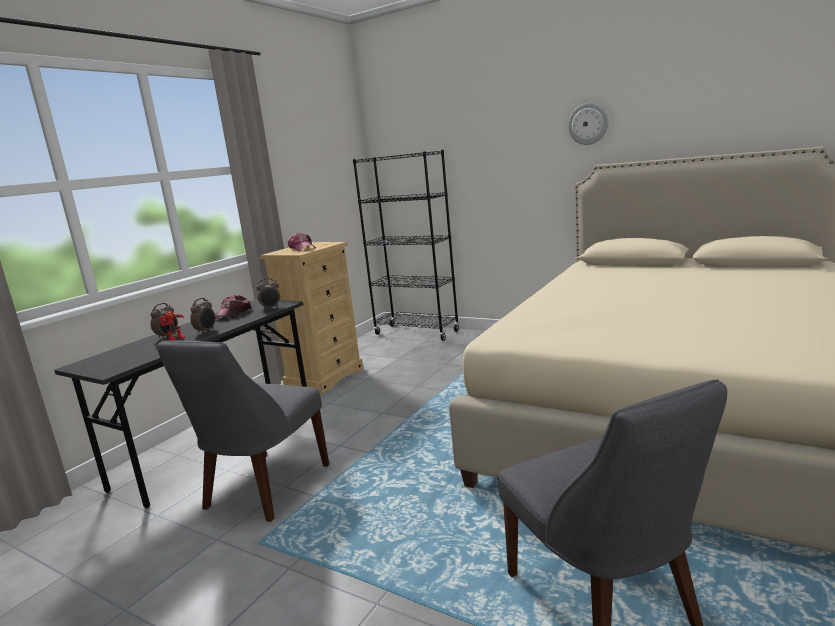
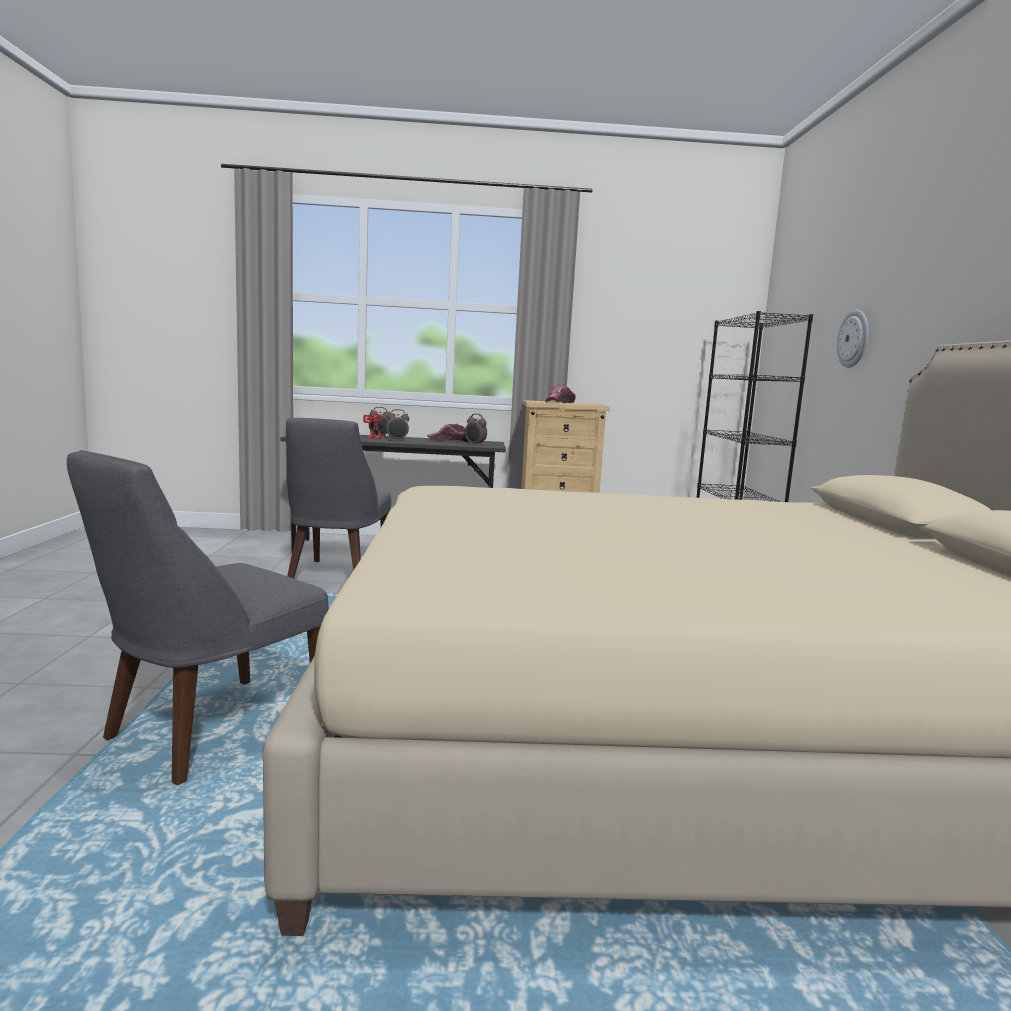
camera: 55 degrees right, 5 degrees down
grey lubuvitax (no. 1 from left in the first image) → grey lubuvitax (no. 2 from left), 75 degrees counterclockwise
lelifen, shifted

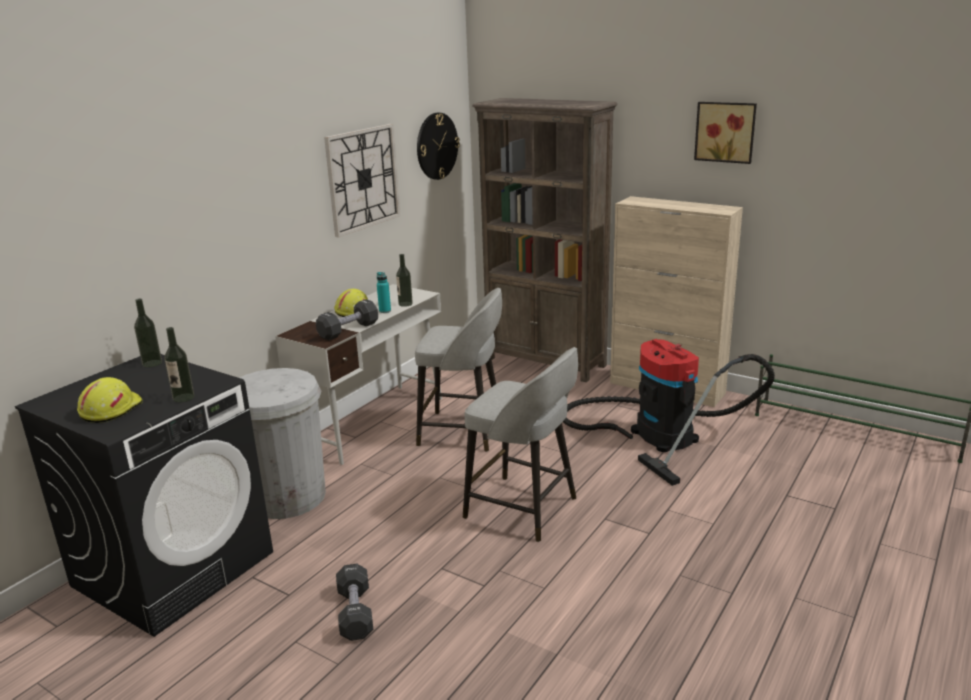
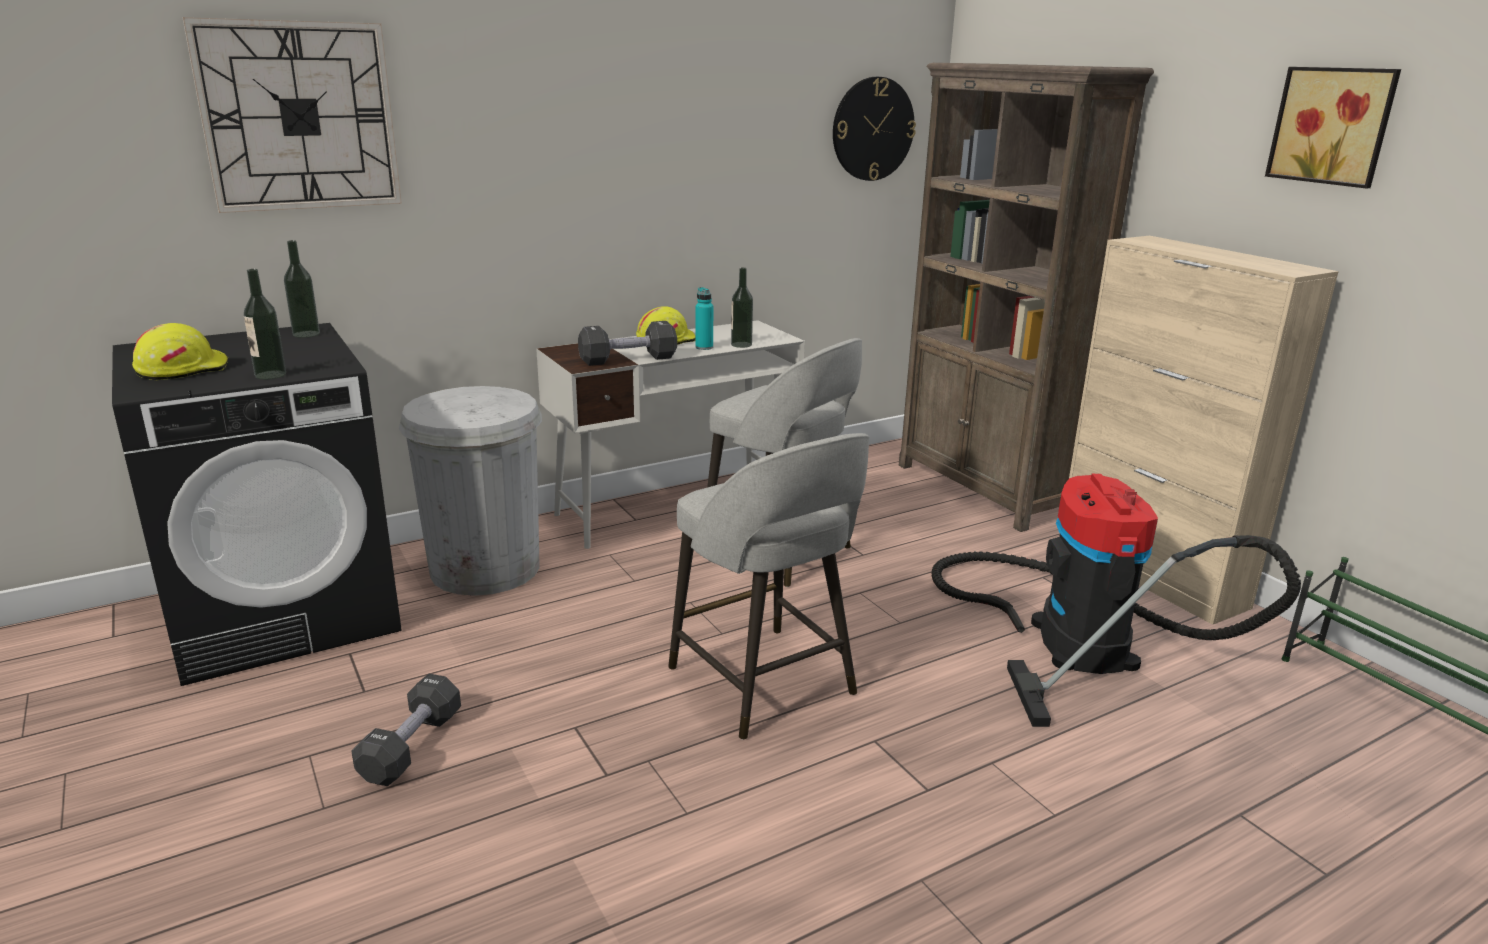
camera: 25 degrees right, 0 degrees up
lelifen (no. 1 from left), shifted

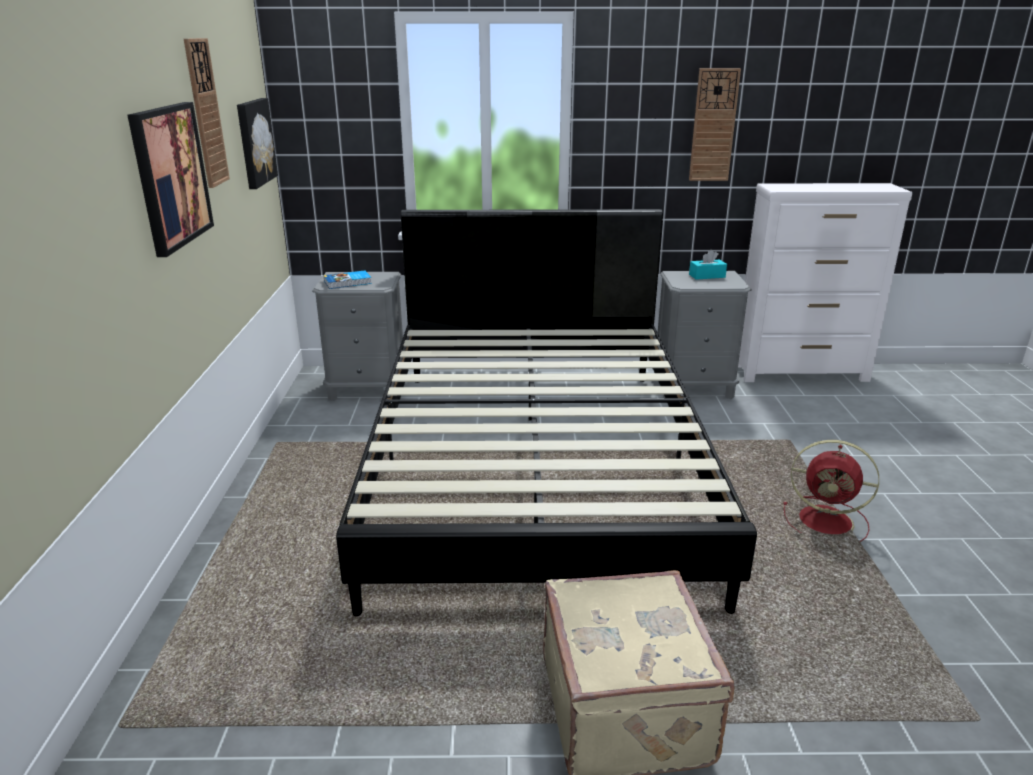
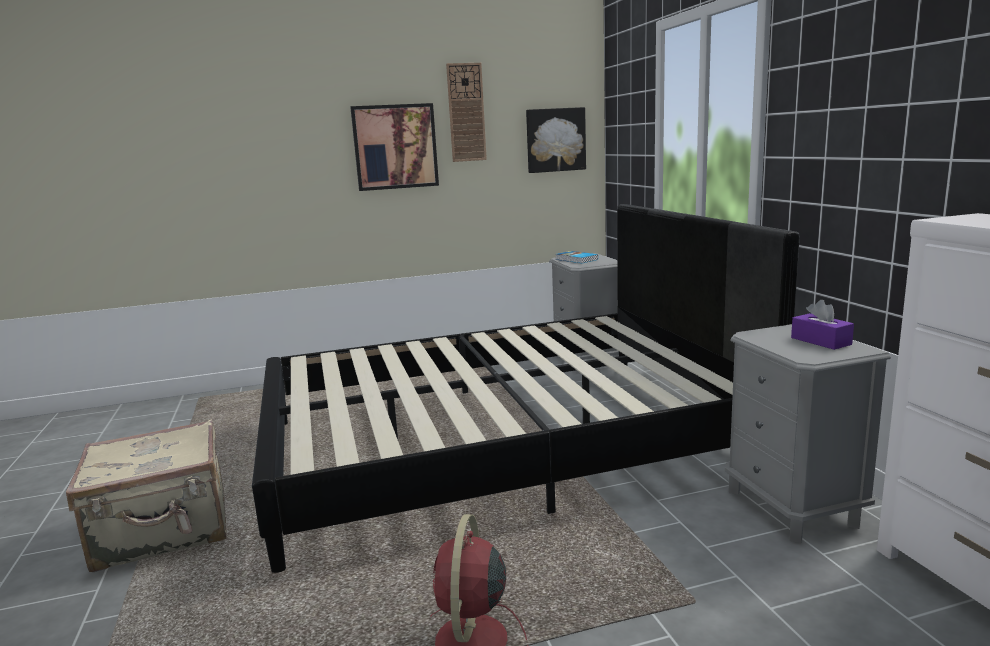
camera: 75 degrees right, 10 degrees down
lelifen (no. 2 from left) → -
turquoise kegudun → purple kegudun

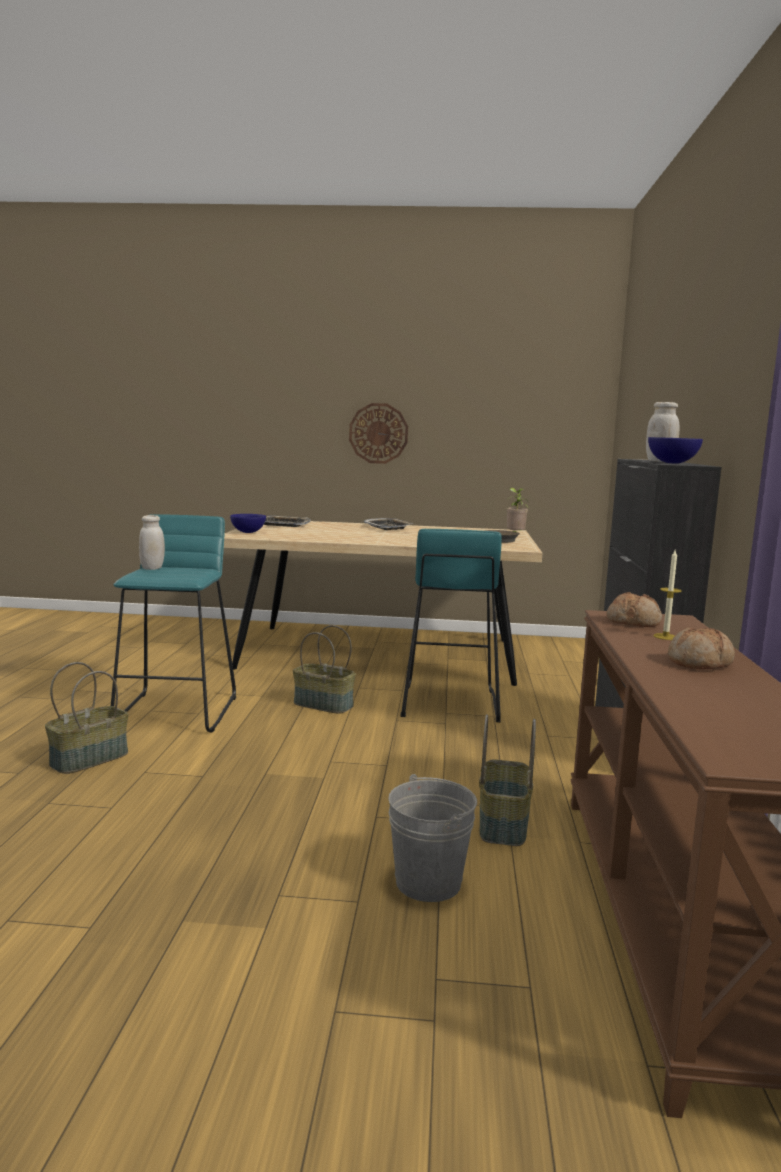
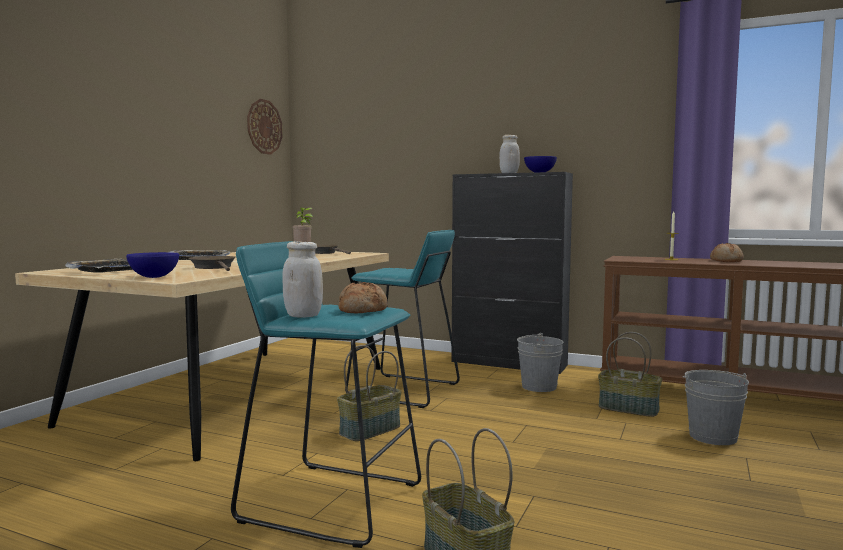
camera: 70 degrees left, 5 degrees down
lelifen, shifted
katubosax (no. 1 from left), shifted
- → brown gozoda (no. 1 from left)
- → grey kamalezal (no. 1 from left)

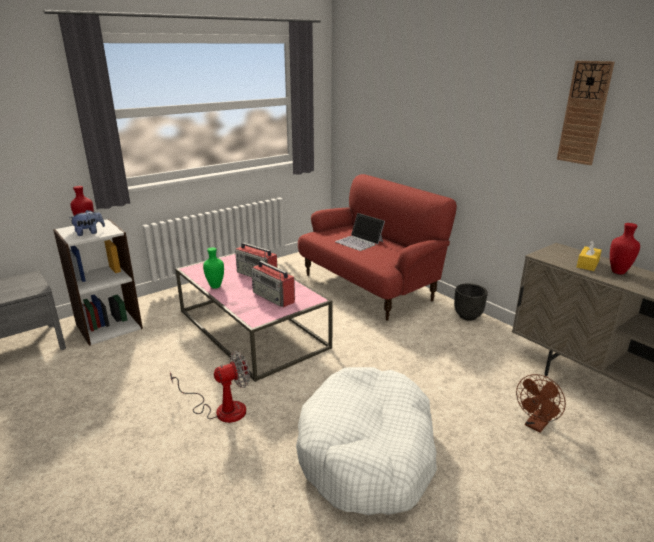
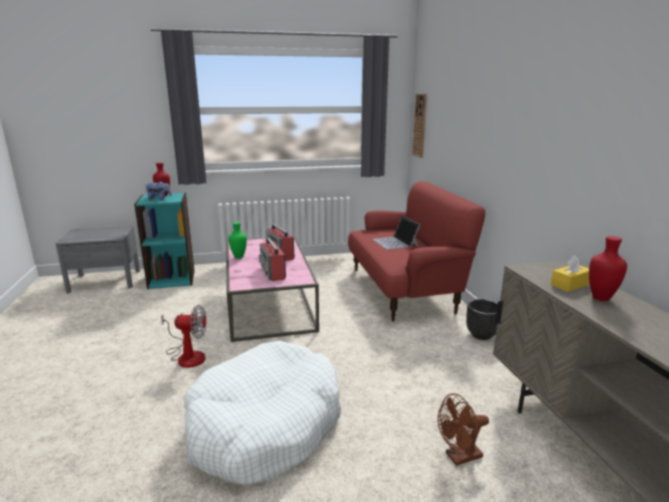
camera: 25 degrees right, 5 degrees down
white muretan → turquoise muretan
lelifen, shifted

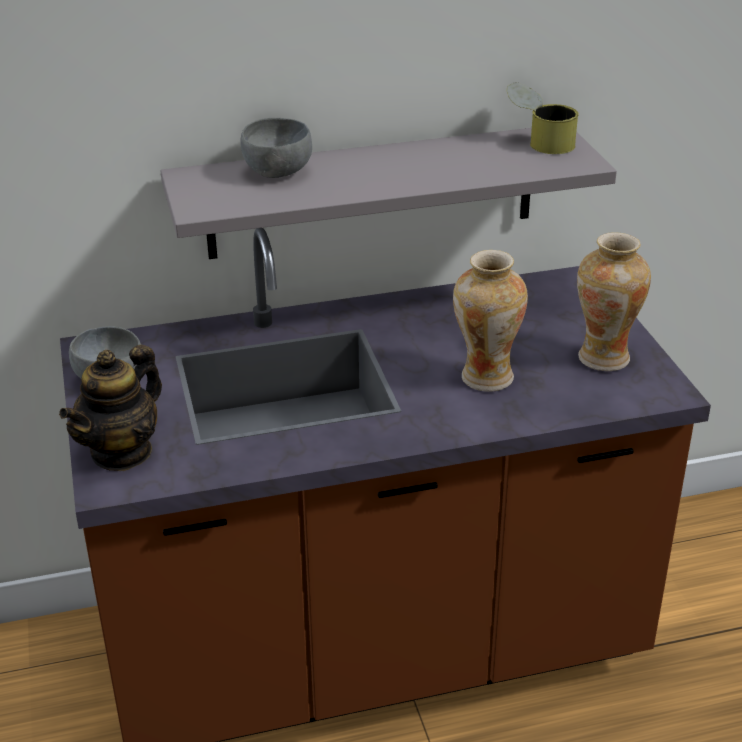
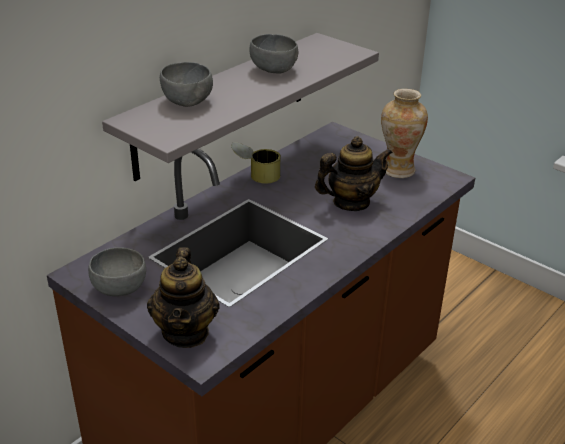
camera: 35 degrees left, 0 degrees up
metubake (no. 1 from left) → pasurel (no. 2 from left)
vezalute, shifted
- → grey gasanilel (no. 3 from left)

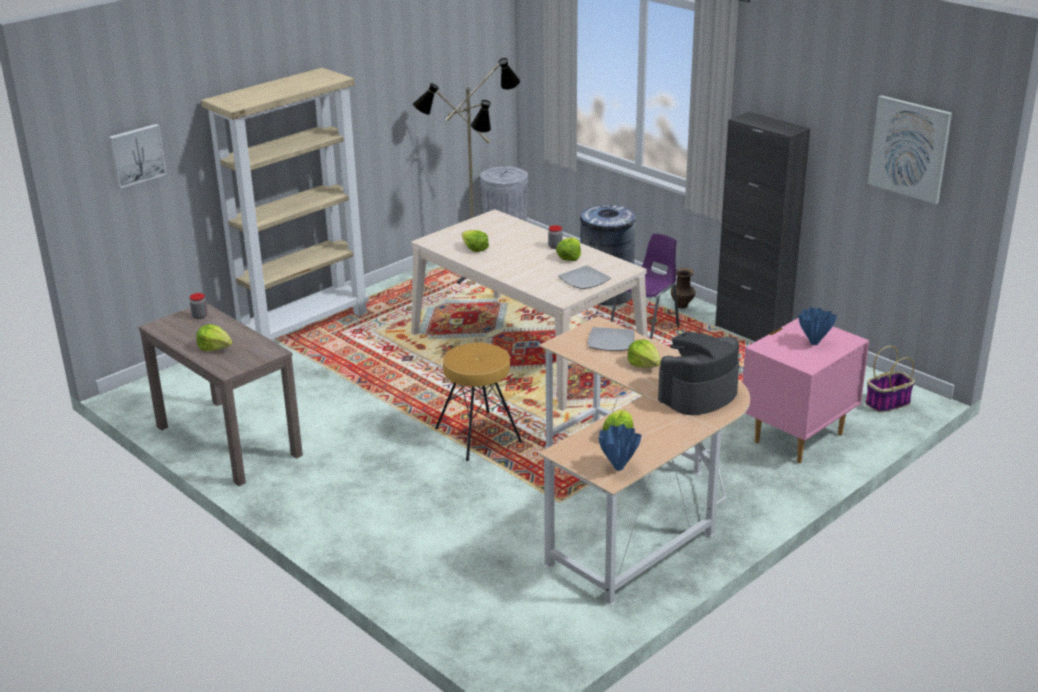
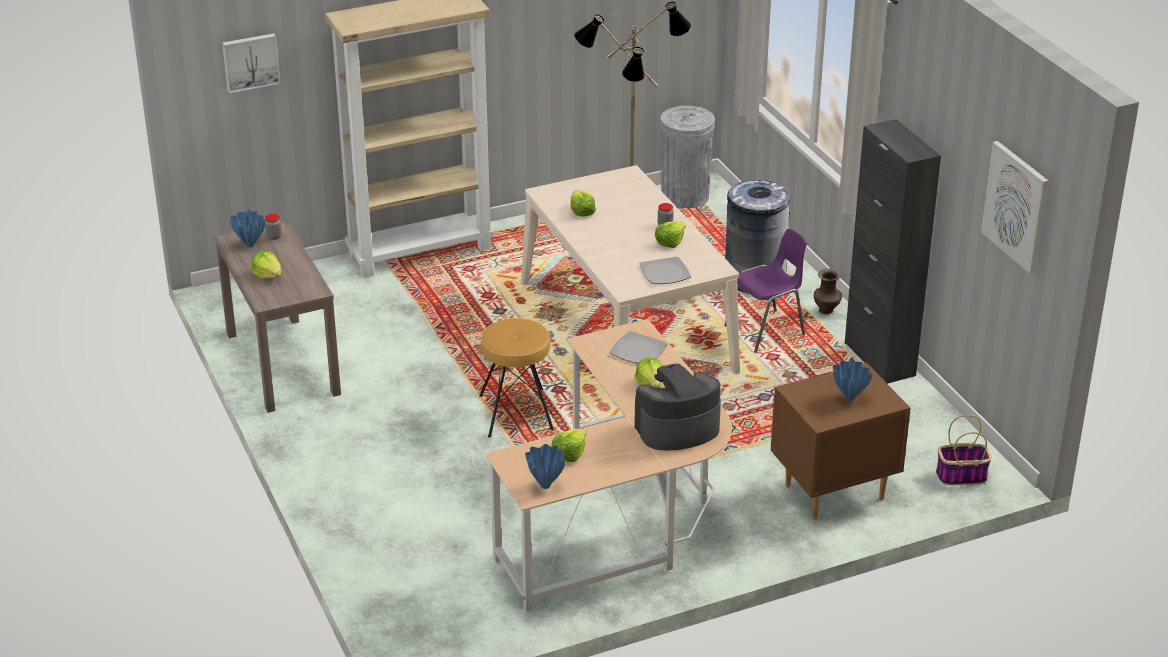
camera: 20 degrees right, 5 degrees up
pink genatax → brown genatax
- → blue metubake (no. 1 from left)

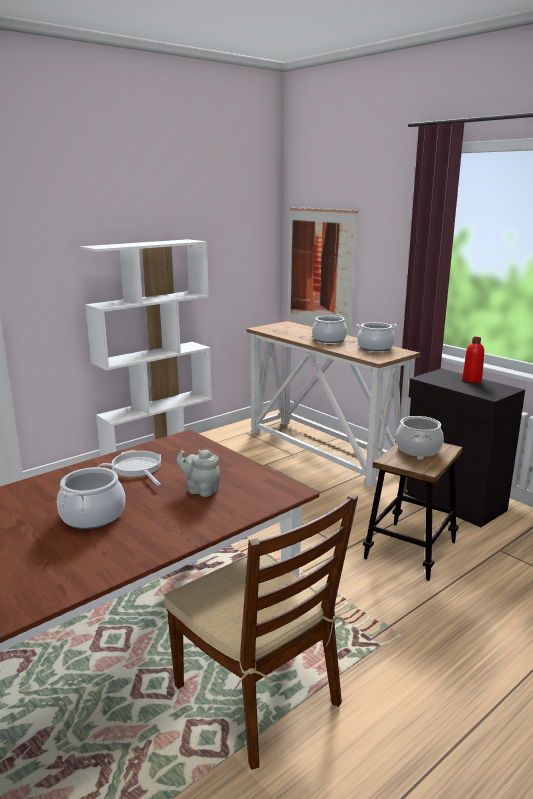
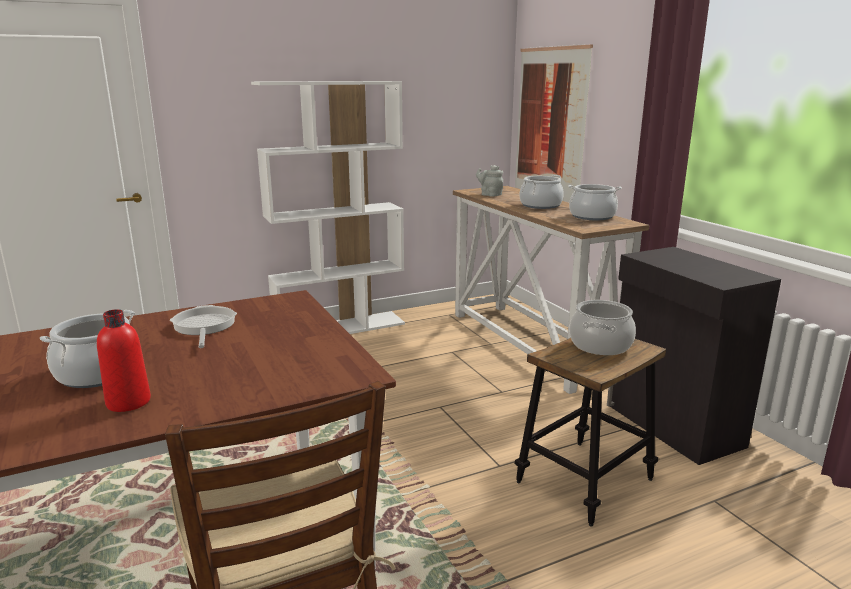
camera: 15 degrees right, 0 degrees up
grey pasurel, shifted
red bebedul, shifted

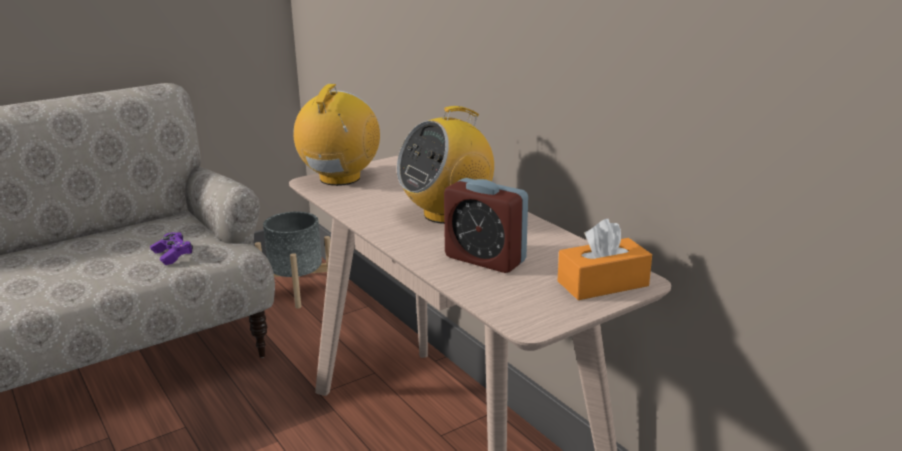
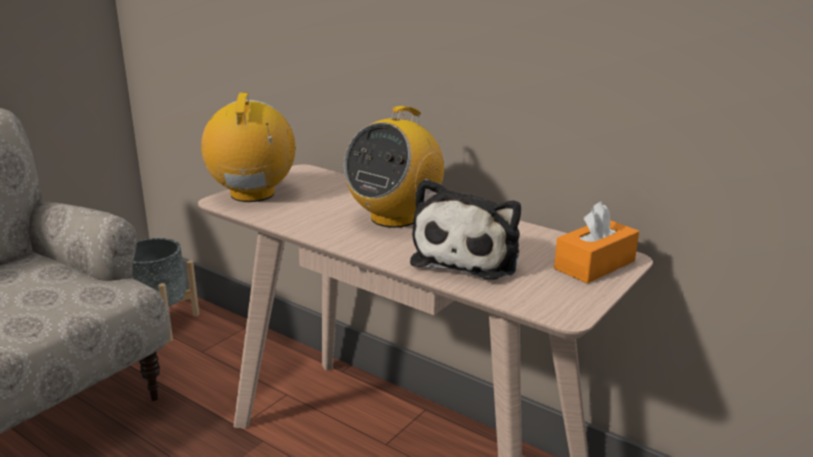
camera: 20 degrees left, 0 degrees up
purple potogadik → -
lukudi → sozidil

